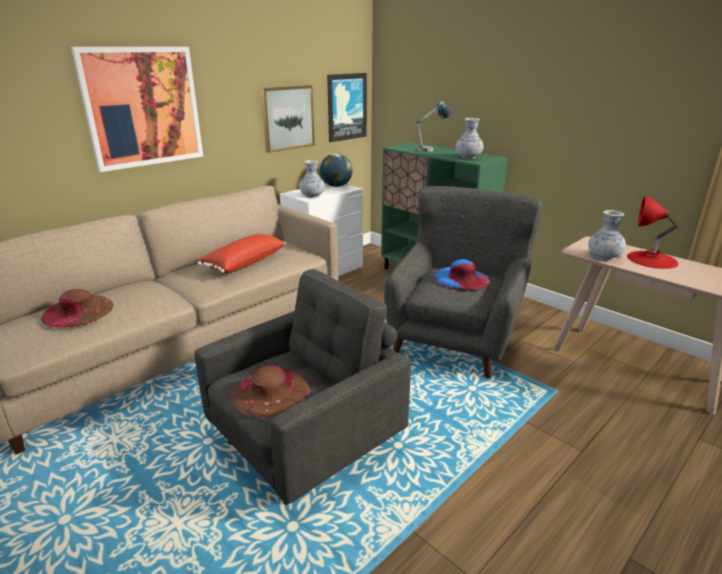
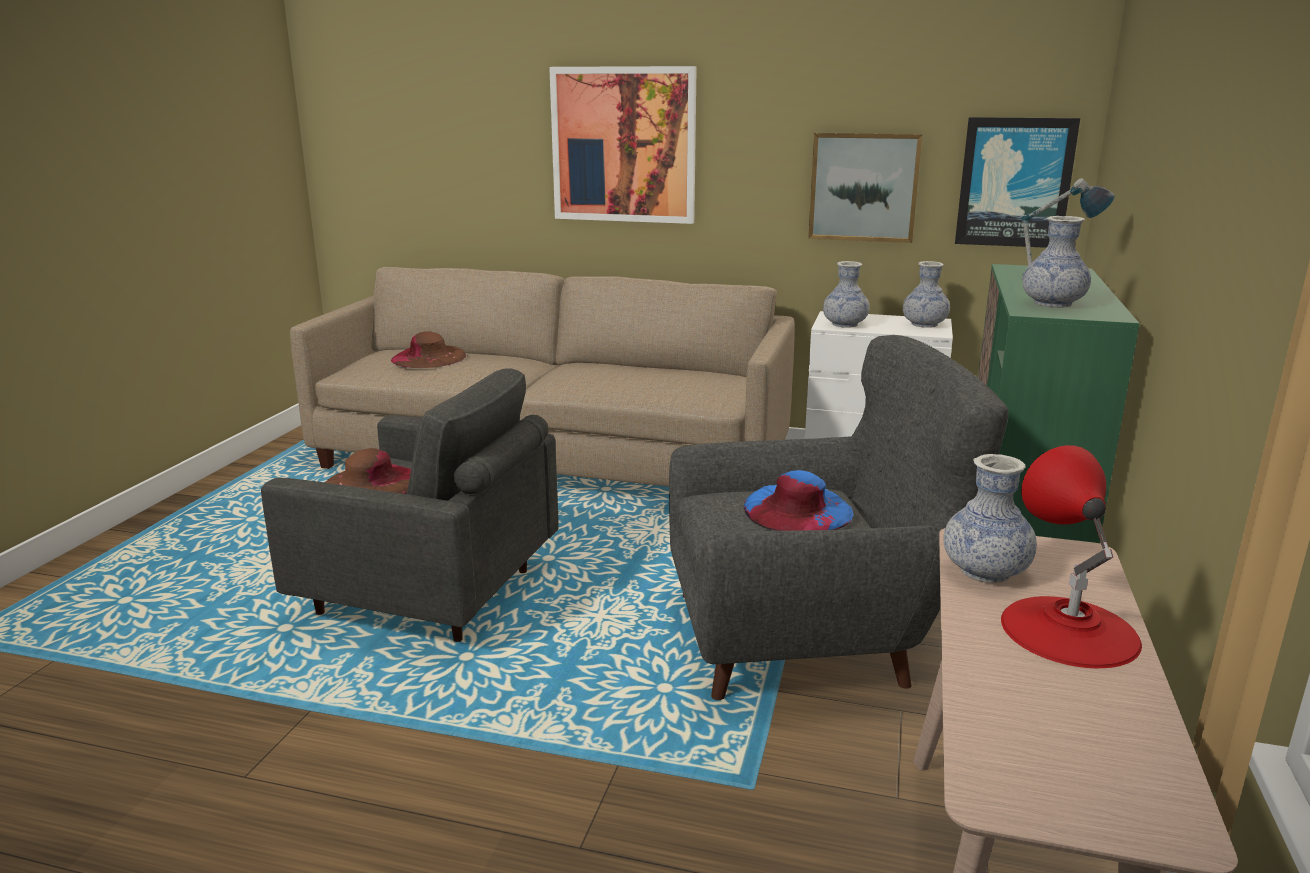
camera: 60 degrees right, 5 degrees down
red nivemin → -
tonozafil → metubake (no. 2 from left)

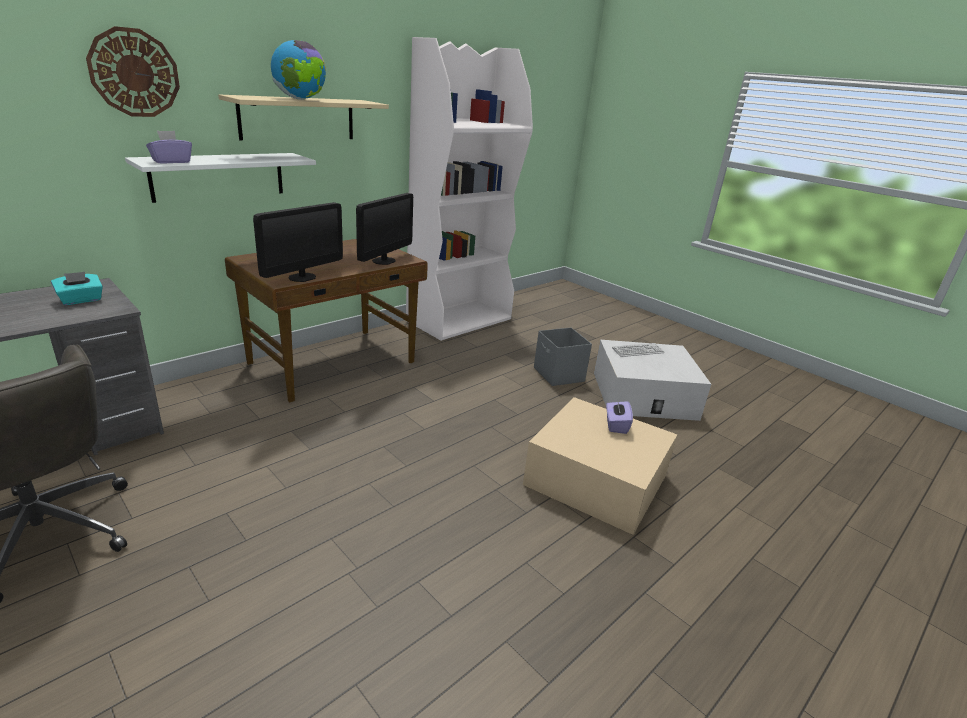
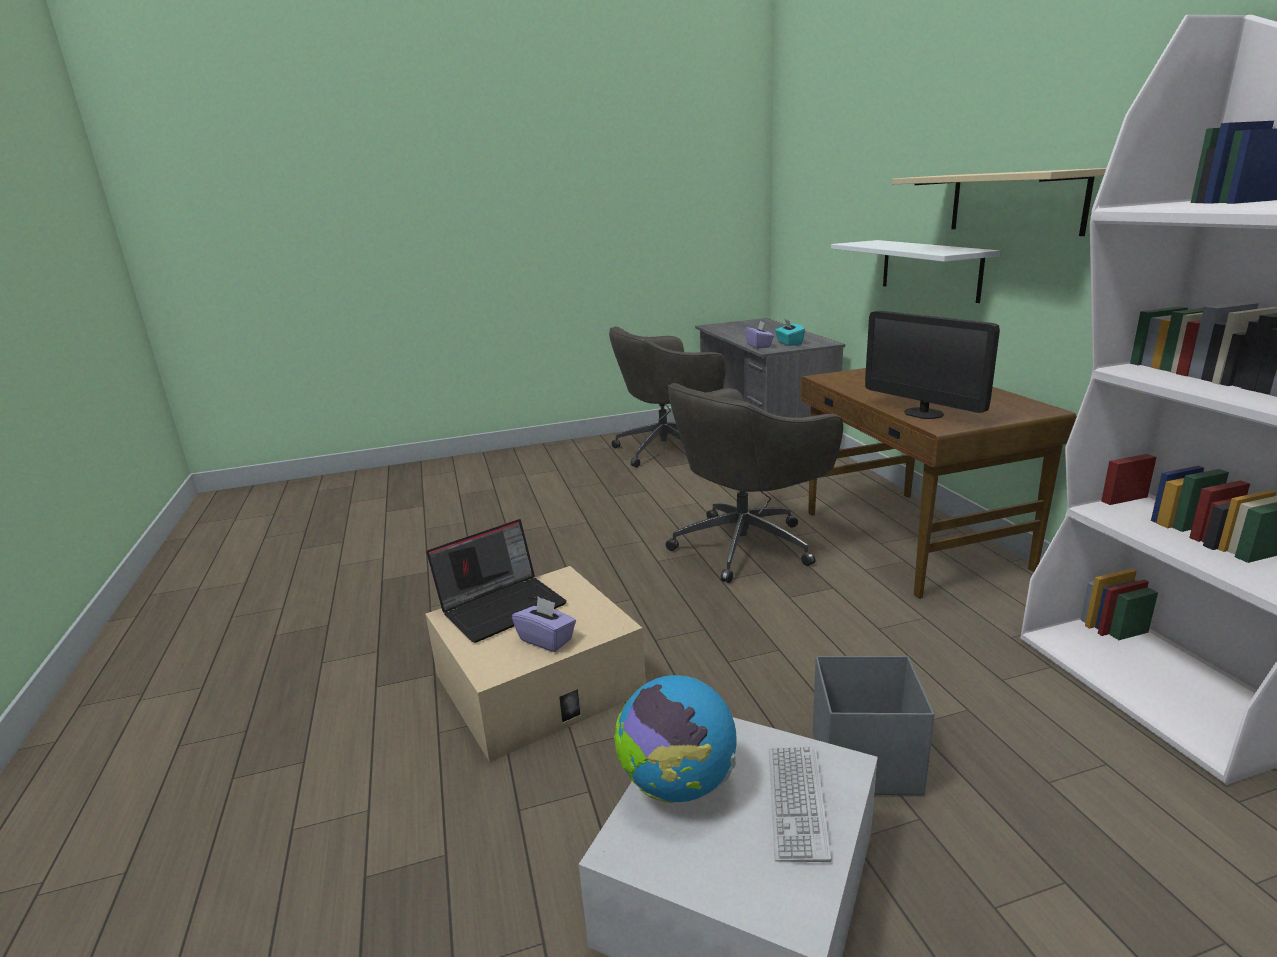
camera: 120 degrees right, 5 degrees down
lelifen → -
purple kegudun (no. 1 from left in the first image) → purple kegudun (no. 2 from left), shifted
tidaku (no. 1 from left) → -
tonozafil, shifted
- → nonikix
- → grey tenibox (no. 2 from left)

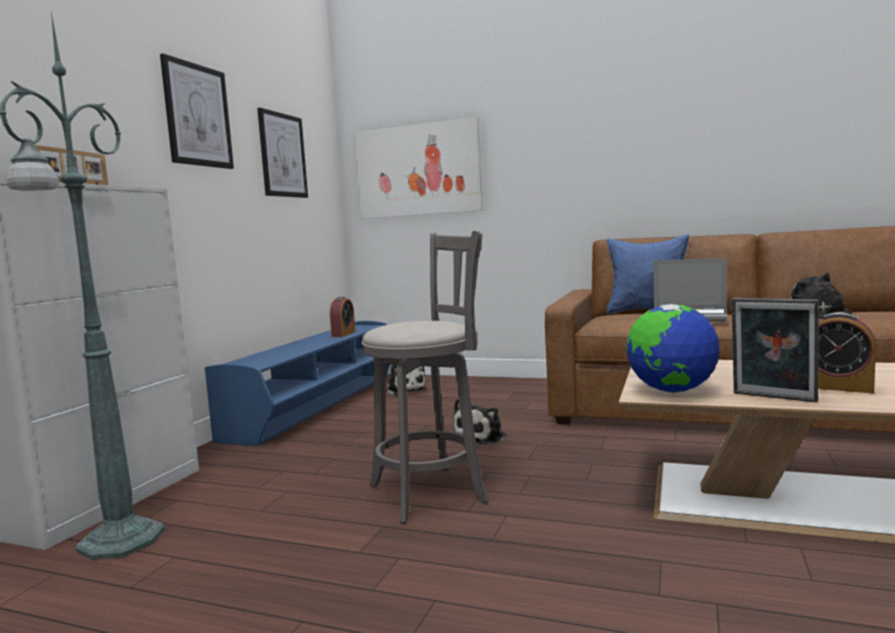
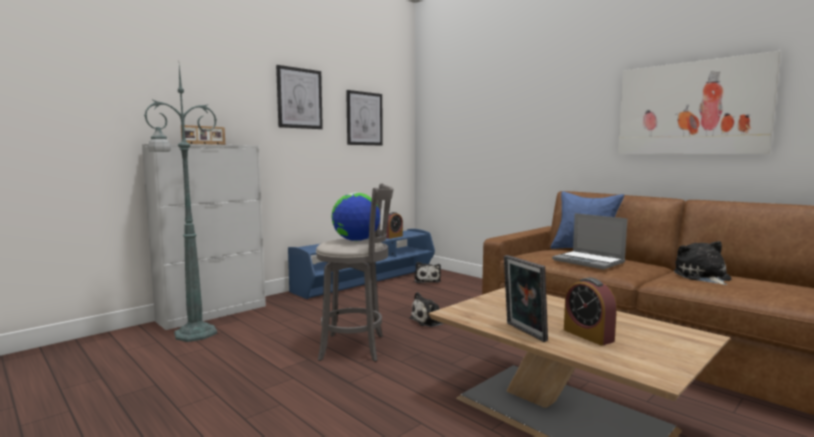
camera: 25 degrees right, 0 degrees up
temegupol (no. 3 from left), shifted
tonozafil, shifted

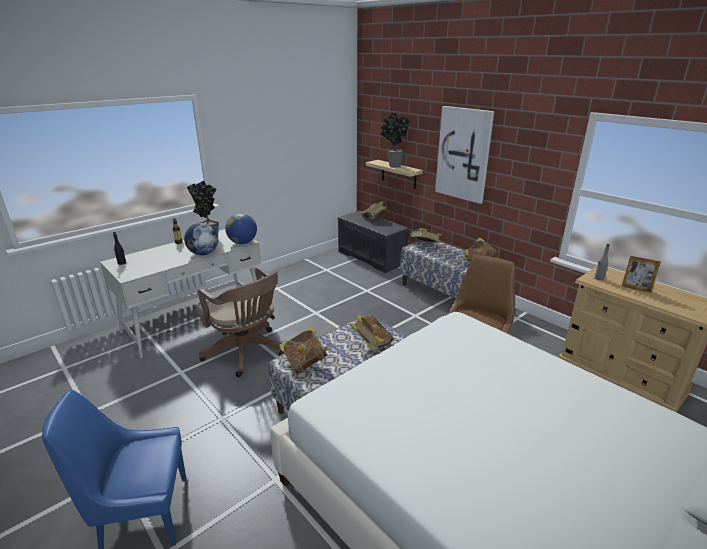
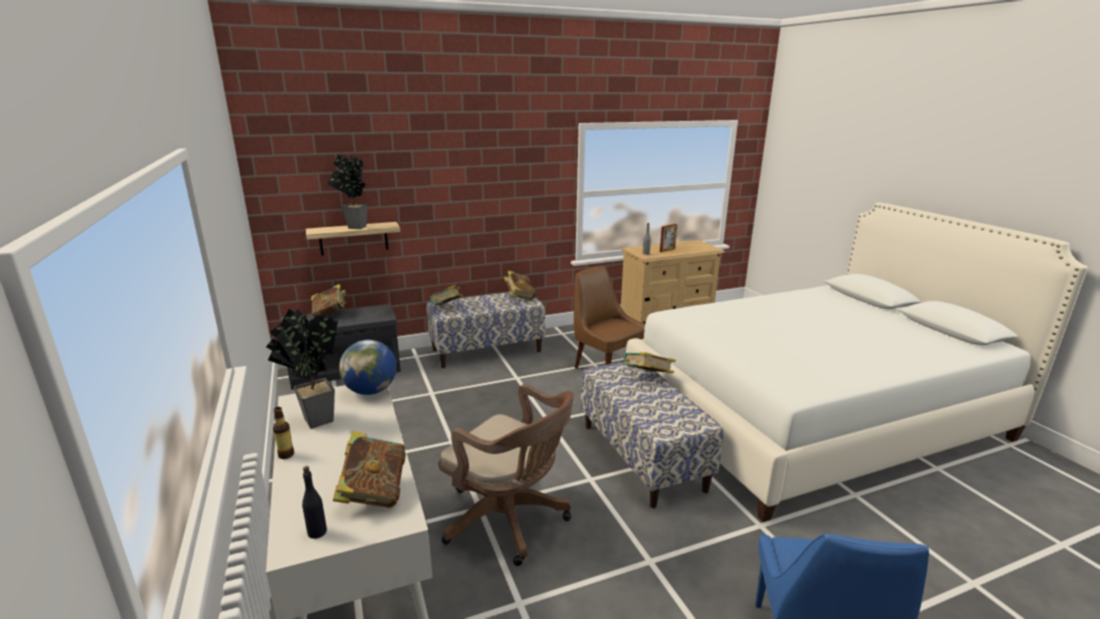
camera: 70 degrees left, 5 degrees down
tonozafil (no. 1 from left) → -
brown tenibox, 60 degrees clockwise
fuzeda (no. 1 from left in the first image) → fuzeda (no. 2 from left), shifted
temegupol → -

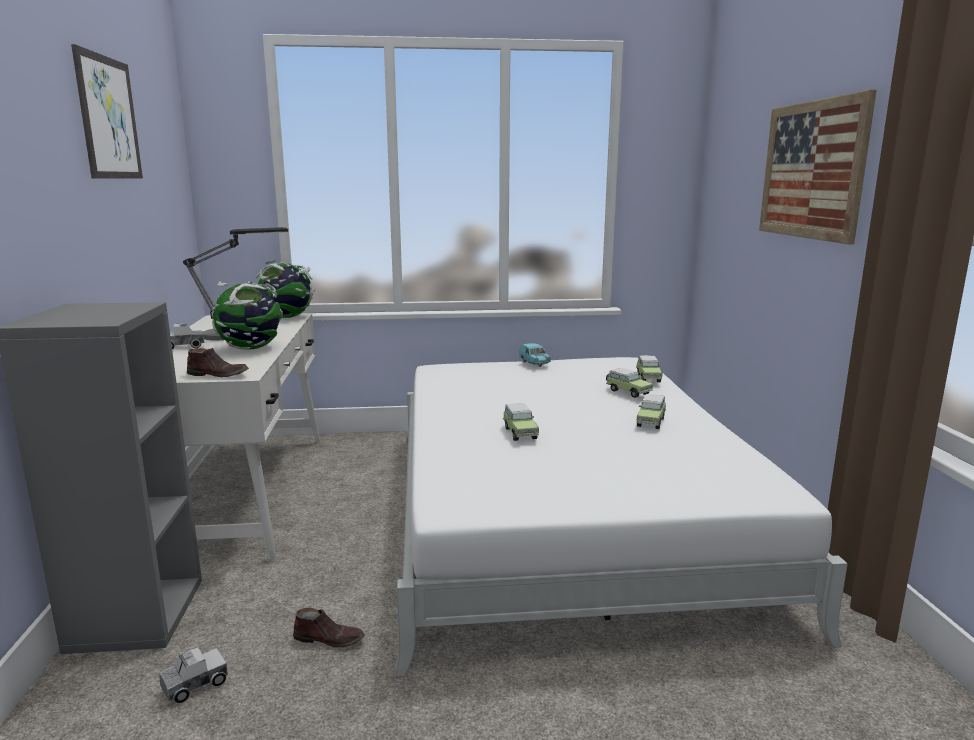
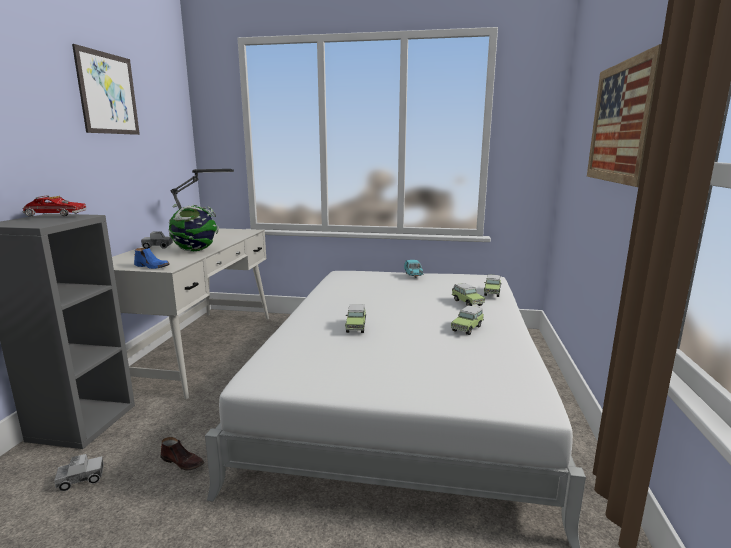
camera: 15 degrees right, 0 degrees up
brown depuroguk (no. 1 from left) → blue depuroguk
tonozafil (no. 2 from left) → -
- → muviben (no. 1 from left)

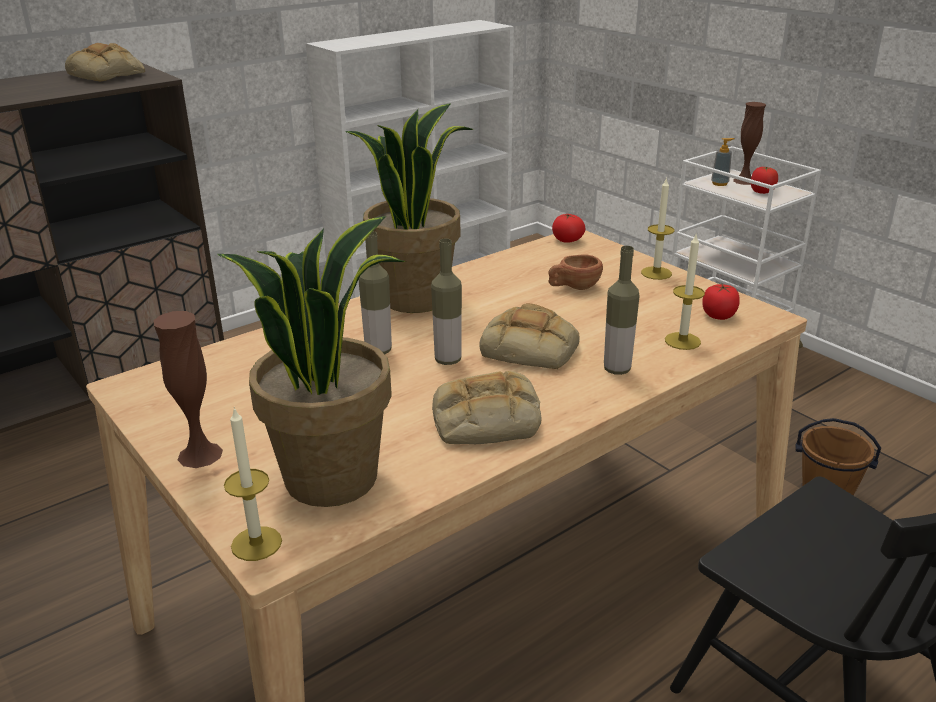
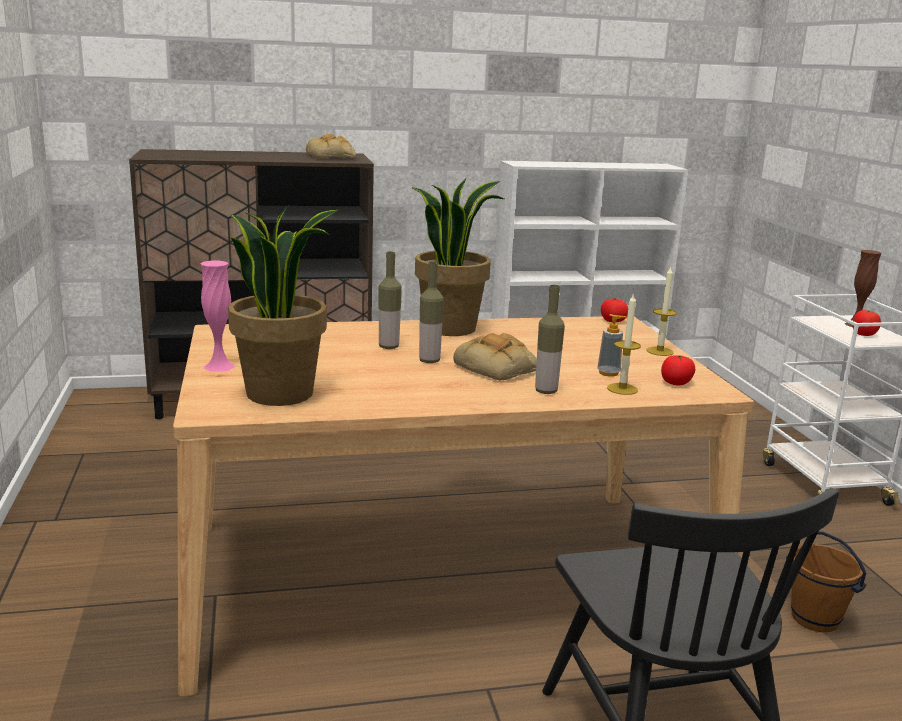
camera: 25 degrees right, 10 degrees down
brown metubake (no. 1 from left) → pink metubake
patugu (no. 1 from left) → -
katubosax (no. 2 from left) → -
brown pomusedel → -
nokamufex, shifted

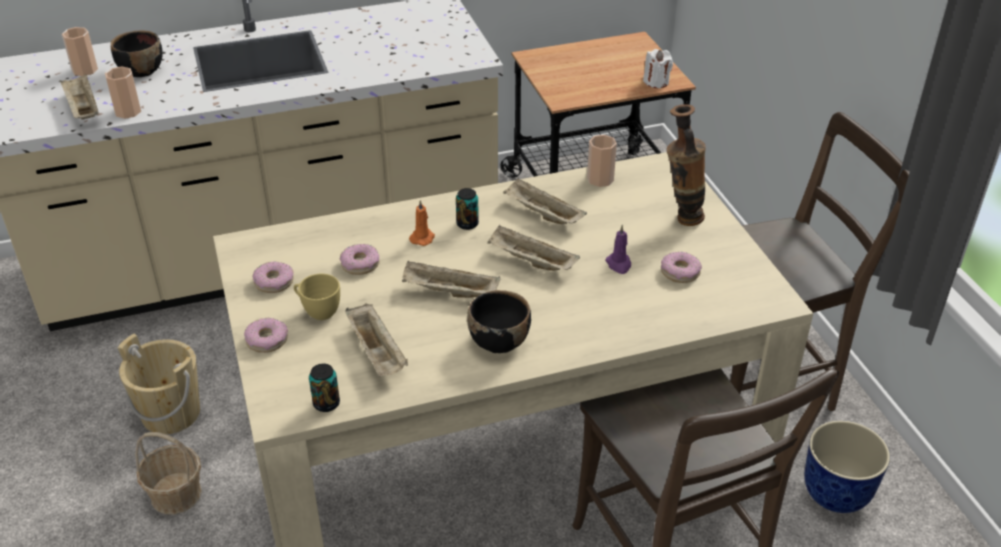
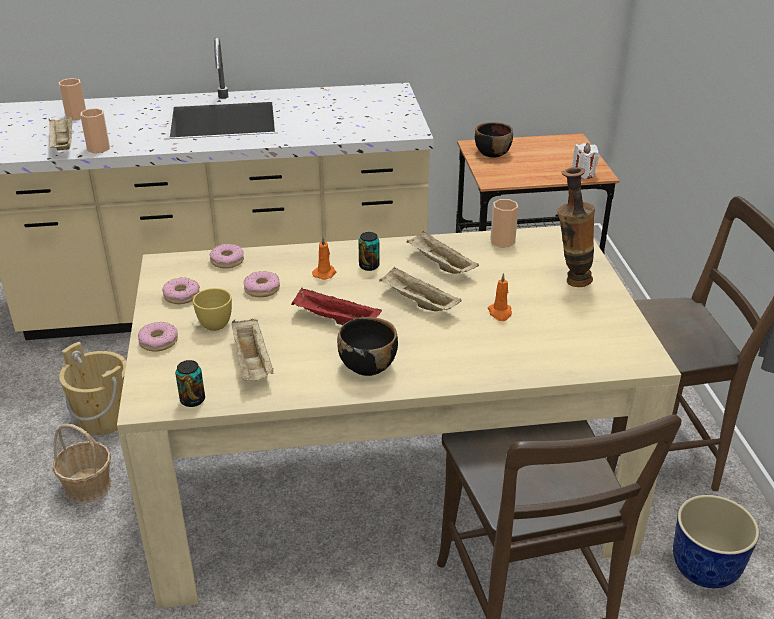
camera: 10 degrees right, 5 degrees down
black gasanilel (no. 1 from left in the first image) → black gasanilel (no. 2 from left), shifted
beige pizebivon (no. 3 from left) → red pizebivon
purple patugu → orange patugu (no. 2 from left)
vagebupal (no. 4 from left in the first image) → vagebupal (no. 3 from left), shifted

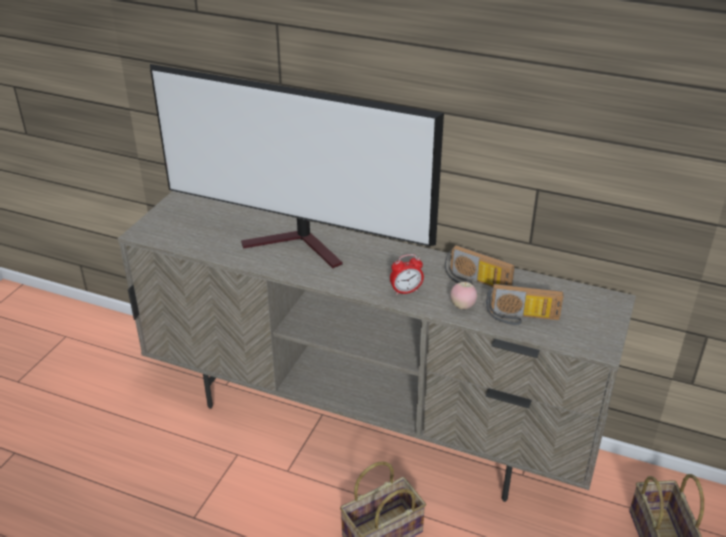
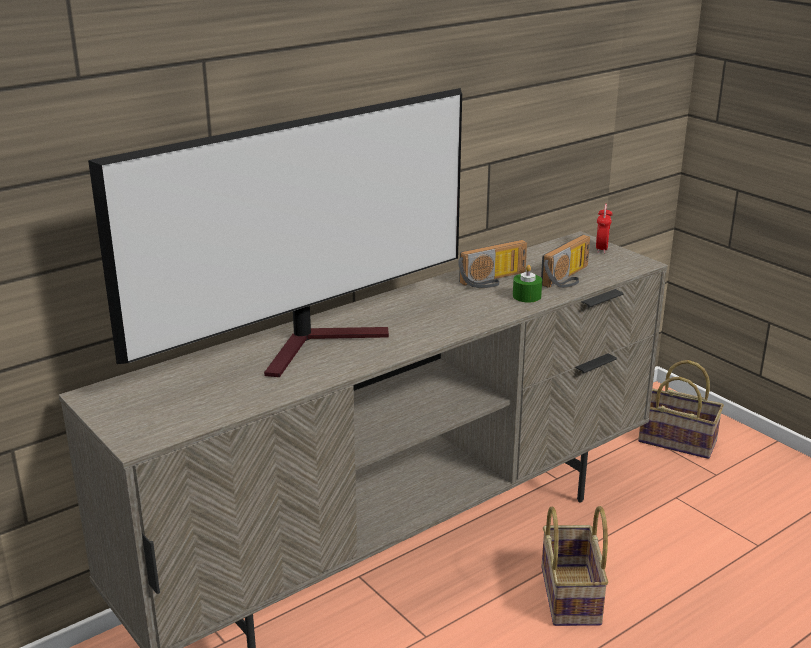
camera: 60 degrees left, 10 degrees down
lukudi, shifted
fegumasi → green patugu

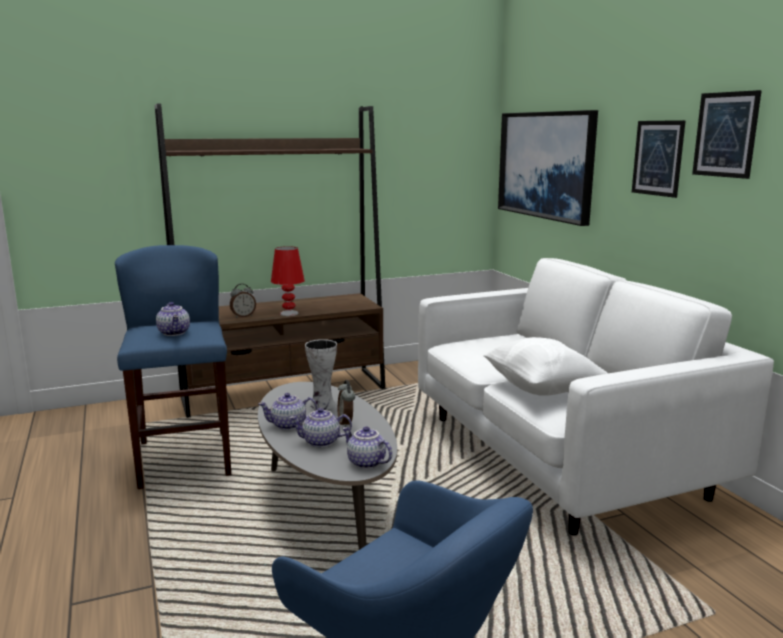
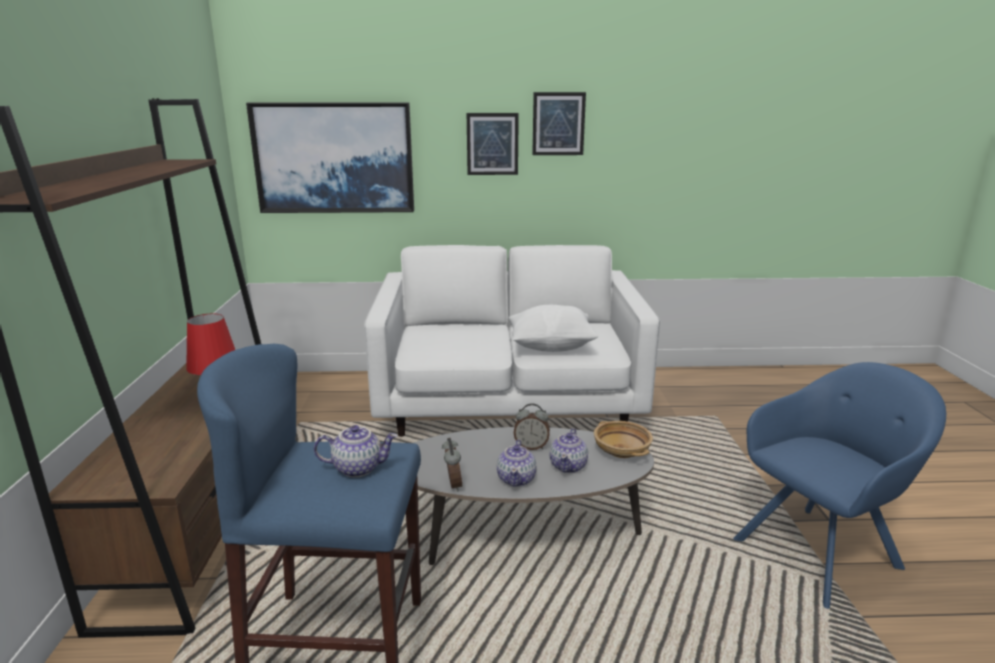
camera: 70 degrees left, 5 degrees up
lukudi (no. 1 from left), shifted
metubake → -
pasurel (no. 4 from left) → beige gasanilel

